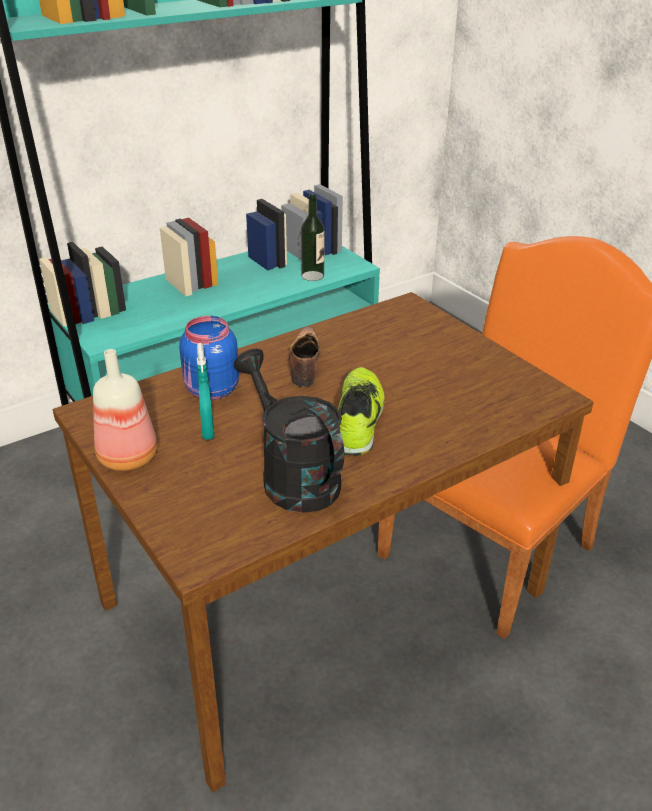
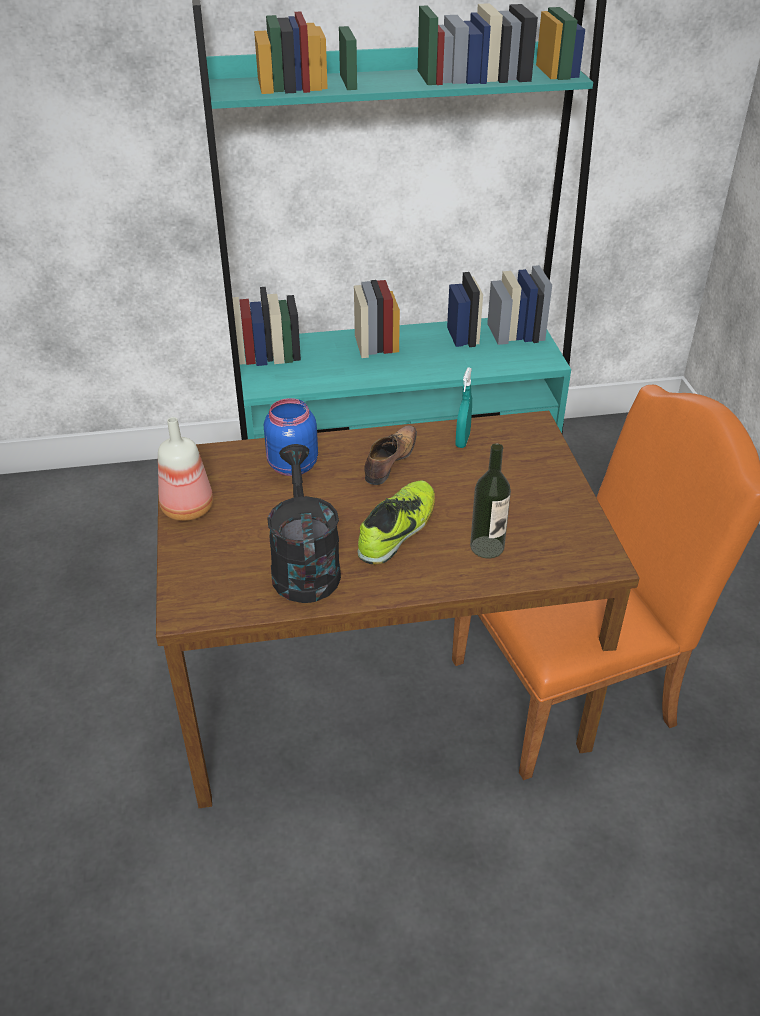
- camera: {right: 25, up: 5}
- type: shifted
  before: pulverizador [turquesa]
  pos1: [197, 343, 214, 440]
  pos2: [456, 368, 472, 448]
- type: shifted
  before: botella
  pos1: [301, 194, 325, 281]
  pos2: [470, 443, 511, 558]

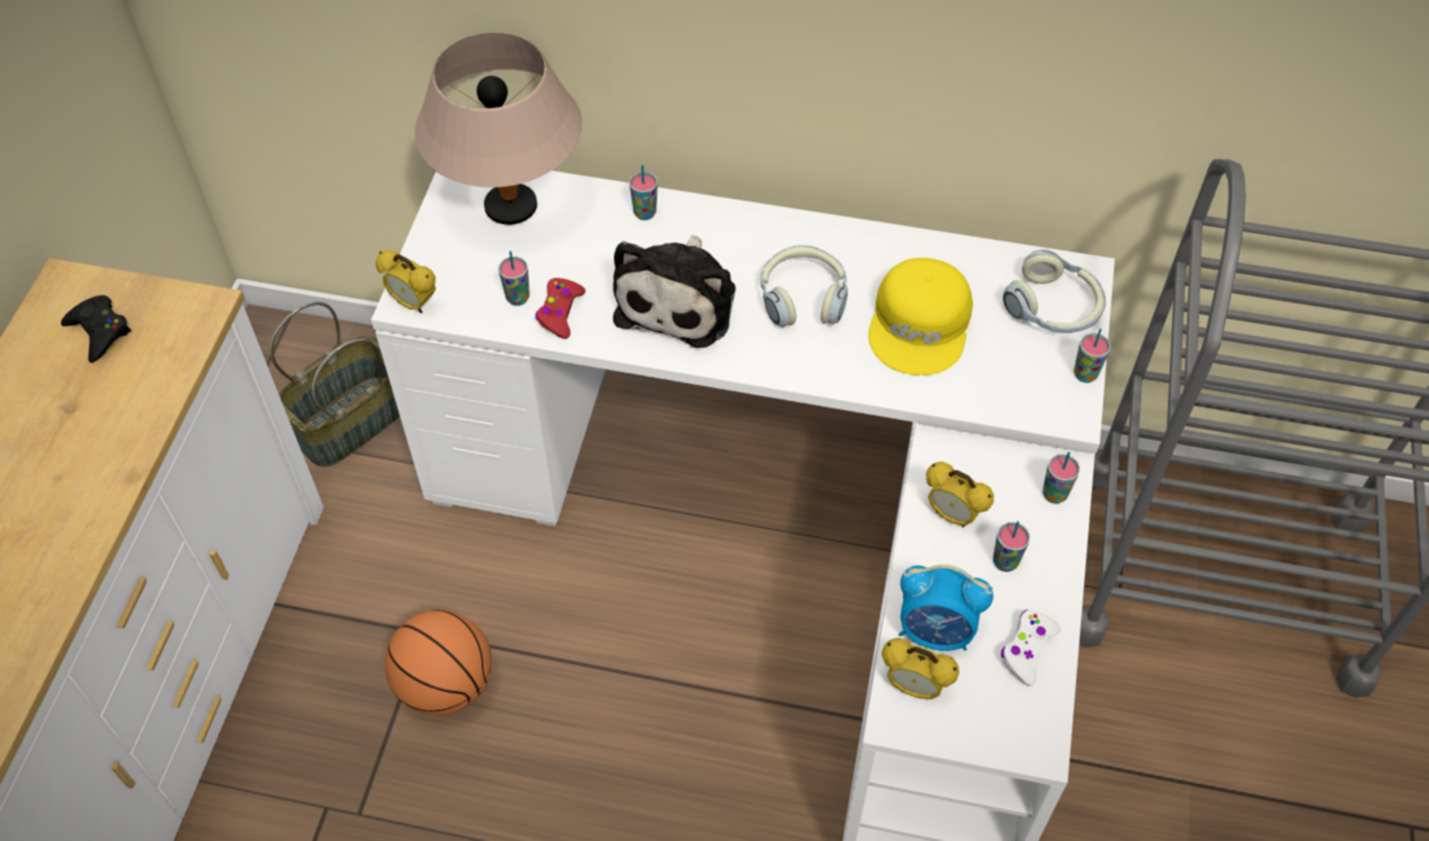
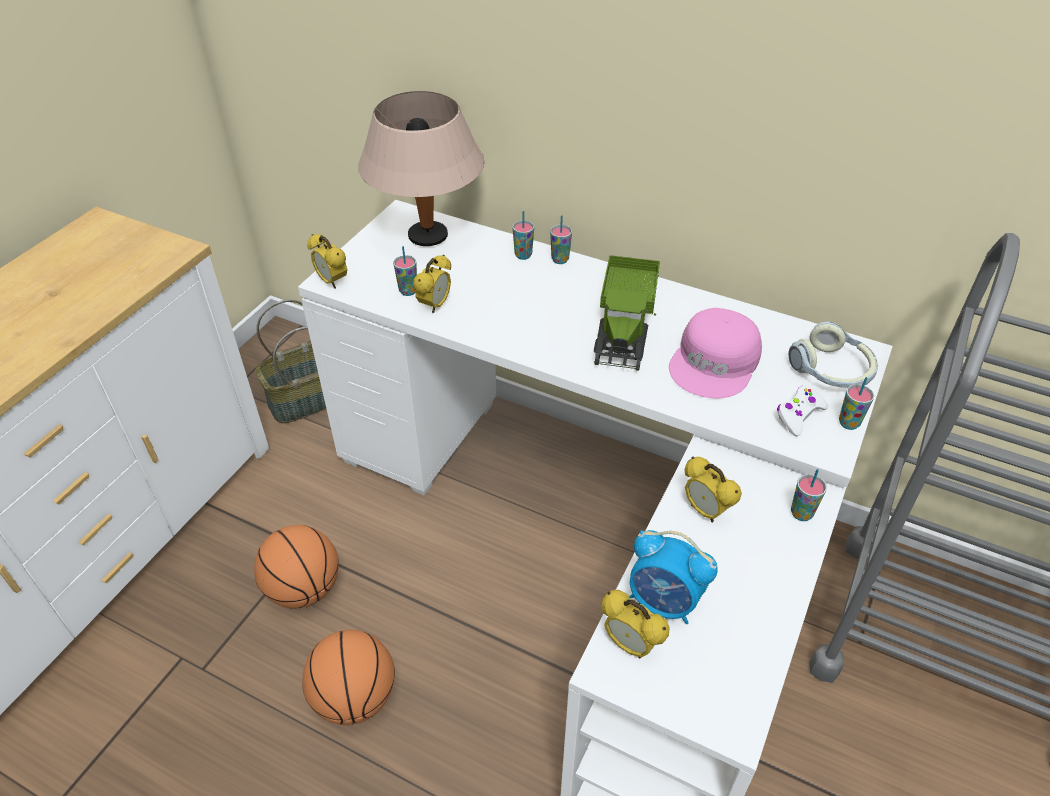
- camera: {right: 15, up: -10}
- type: gone
  before: mando de consola [negro]
  pos1: [61, 295, 131, 363]
- type: gone
  before: peluche
  pos1: [613, 235, 736, 348]
- type: new
  after: balón de baloncesto
  pos2: [302, 630, 395, 725]
- type: shifted
  before: taza
  pos1: [993, 521, 1030, 572]
  pos2: [550, 215, 572, 264]
- type: shifted
  before: mando de consola [blanco]
  pos1: [1001, 610, 1061, 686]
  pos2: [777, 386, 828, 436]
- type: swapped
  before: mando de consola [rojo]
  after: despertador
  pos1: [535, 278, 586, 339]
  pos2: [413, 255, 451, 313]
- type: swapped
  before: auriculares
  after: camión de juguete
  pos1: [761, 245, 848, 327]
  pos2: [594, 255, 660, 370]
- type: repainted
  before: gorra [amarillo]
  after: gorra [rosa]
  pos1: [868, 258, 973, 376]
  pos2: [669, 308, 762, 399]

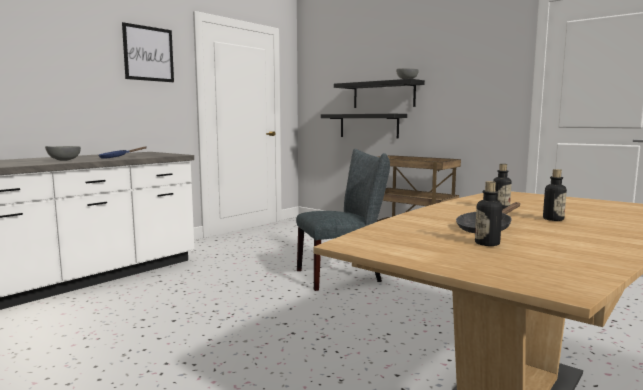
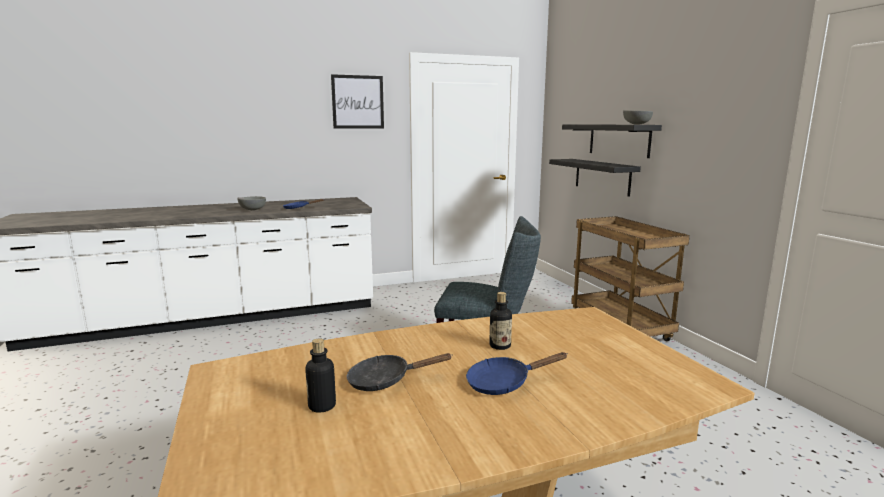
- camera: {right: 30, up: 5}
- type: swapped
  before: botella
  after: sartén [azul]
  pos1: [543, 169, 567, 221]
  pos2: [466, 352, 568, 395]

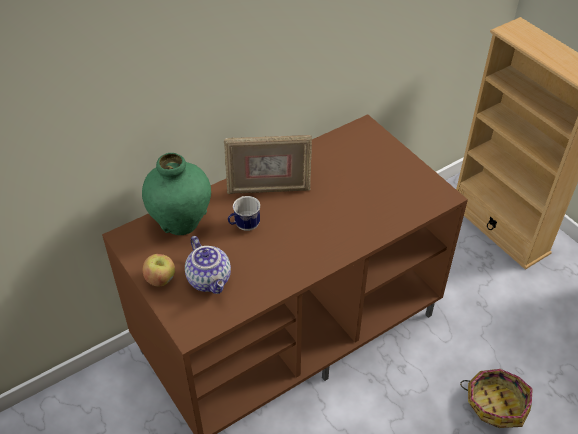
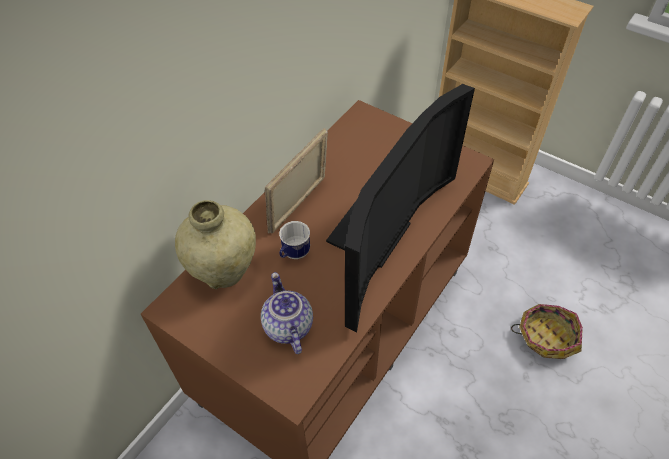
- camera: {right: -20, up: 5}
- type: gone
  before: manzana
  pos1: [143, 254, 175, 287]
- type: new
  after: televisor
  pos2: [326, 84, 475, 333]
- type: repainted
  before: florero [verde]
  after: florero [beis]
  pos1: [142, 153, 211, 235]
  pos2: [175, 200, 256, 289]
- type: rotated
  before: tetera
  pos1: [185, 236, 231, 294]
  pos2: [261, 272, 313, 354]
  turn: -150
- type: rotated
  before: portarretratos
  pos1: [224, 135, 312, 194]
  pos2: [265, 128, 328, 233]
  turn: 150

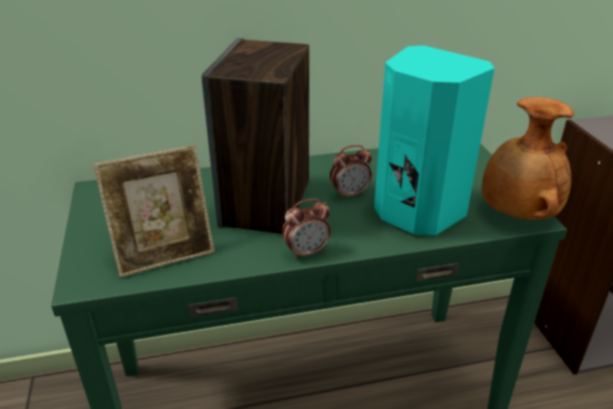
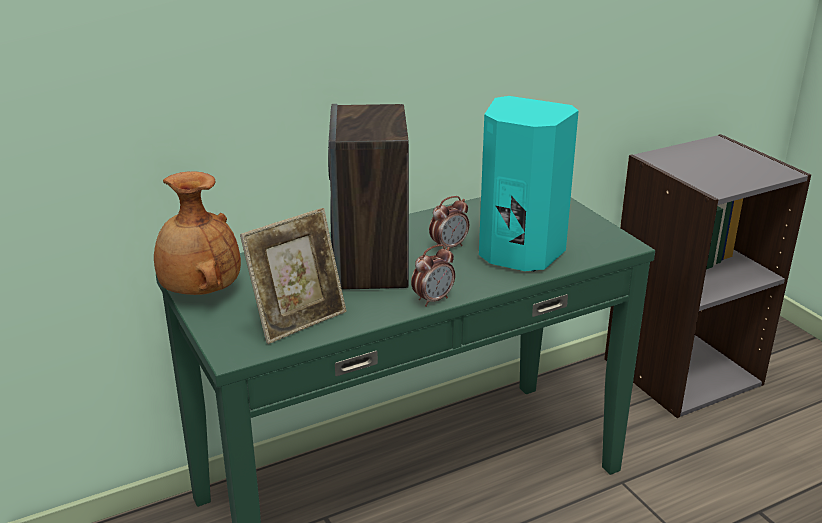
- camera: {right: -15, up: -5}
- type: shifted
  before: florero [marrón]
  pos1: [482, 96, 574, 220]
  pos2: [154, 171, 241, 295]

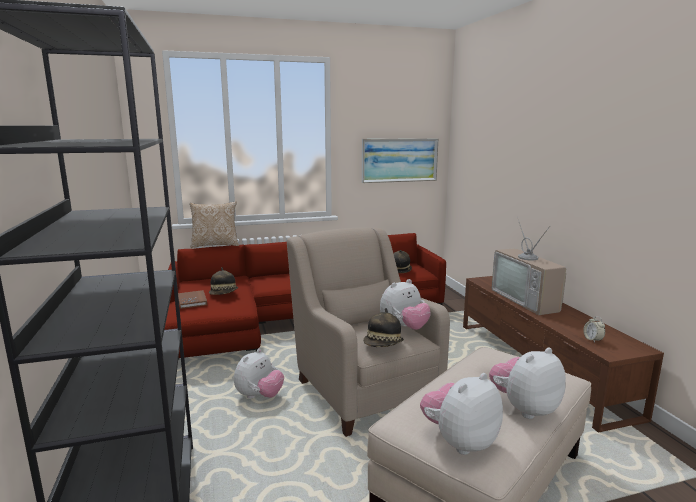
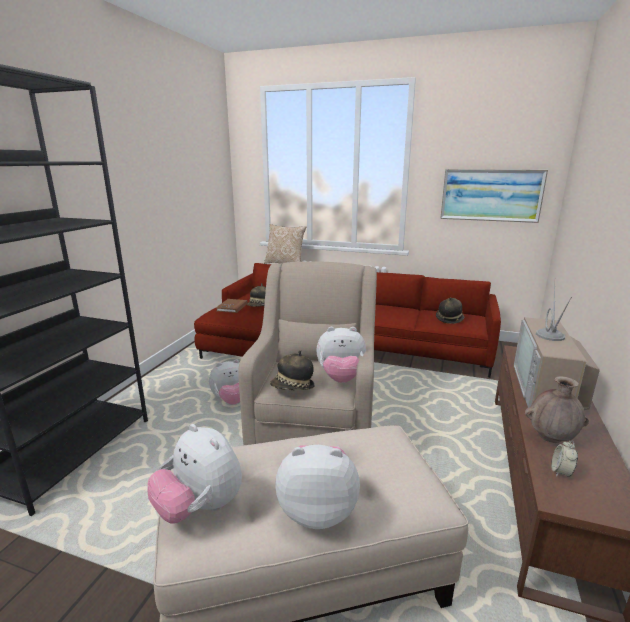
- camera: {right: 35, up: 5}
- type: new
  after: florero [marrón]
  pos2: [525, 376, 589, 443]
- type: rotated
  before: peluche
  pos1: [420, 373, 503, 455]
  pos2: [147, 424, 242, 524]
  turn: -135

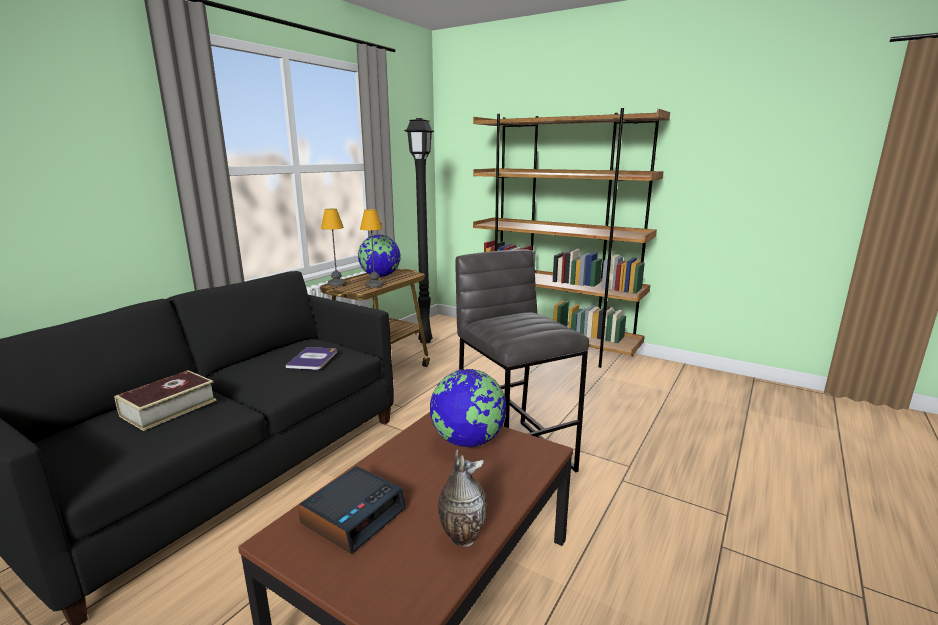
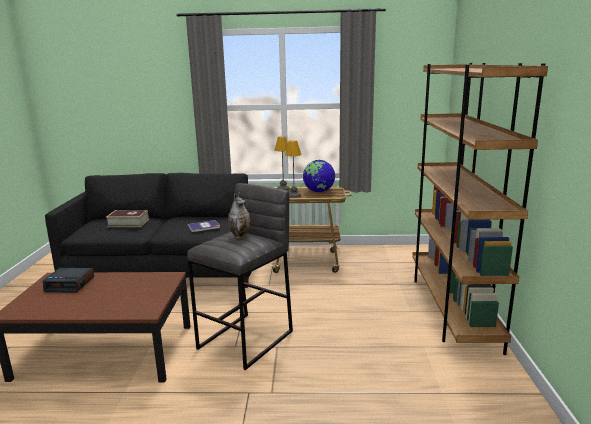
- camera: {right: 60, up: 0}
- type: gone
  before: lámpara de pie [negro]
  pos1: [404, 118, 435, 344]
- type: gone
  before: globo terráqueo
  pos1: [430, 369, 506, 447]
- type: shifted
  before: florero
  pos1: [438, 448, 487, 547]
  pos2: [228, 192, 250, 238]

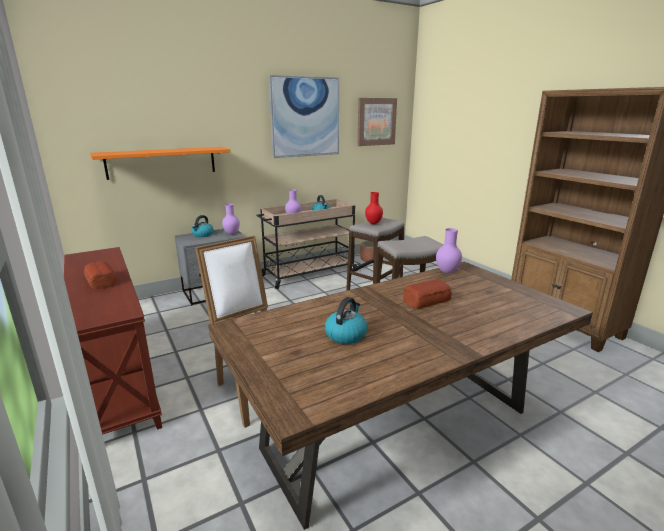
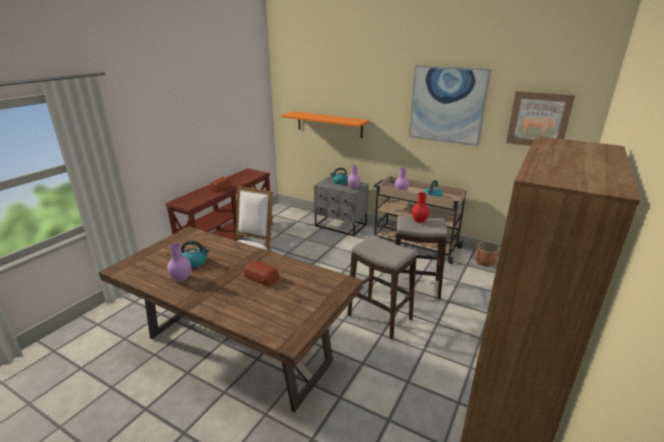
- camera: {right: 60, up: 5}
- type: shifted
  before: florero [morado]
  pos1: [436, 228, 462, 274]
  pos2: [167, 243, 191, 282]

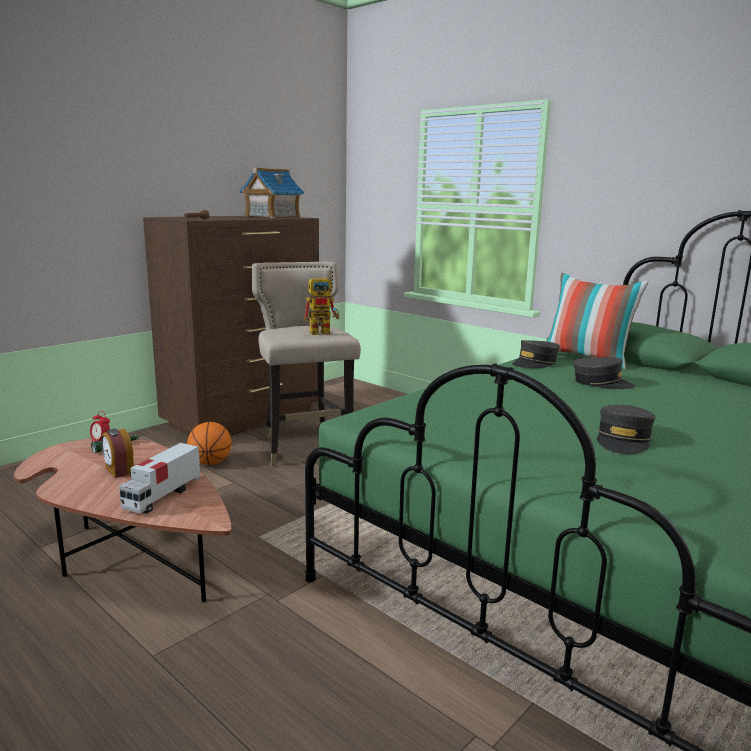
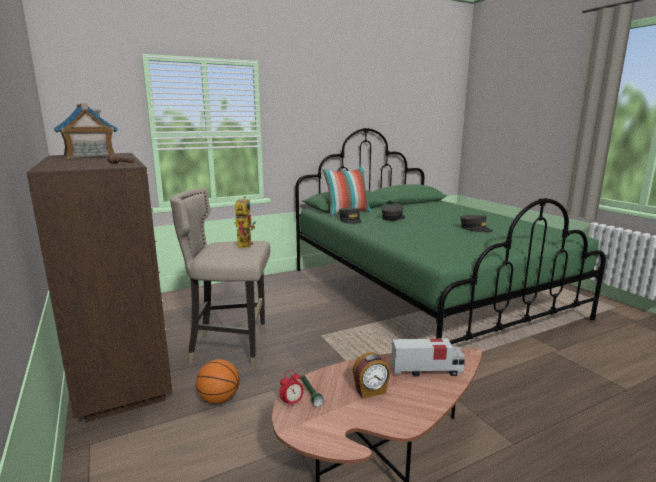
- camera: {right: -70, up: 0}
- type: rotated
  before: camión de juguete
  pos1: [119, 443, 201, 514]
  pos2: [391, 339, 466, 377]
  turn: -45

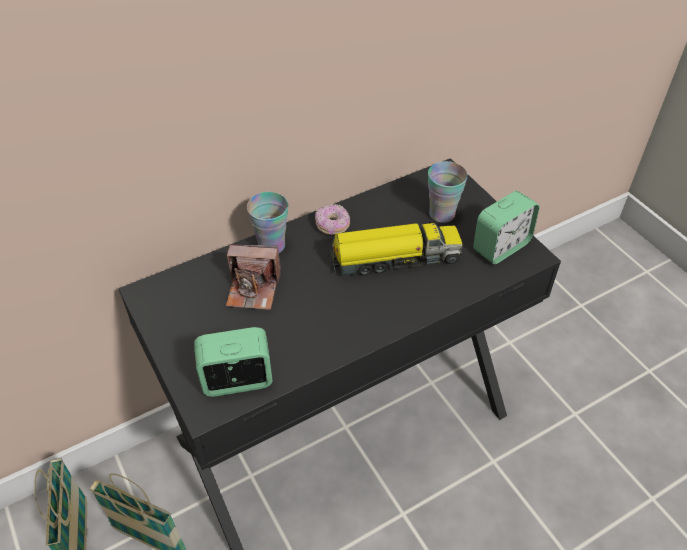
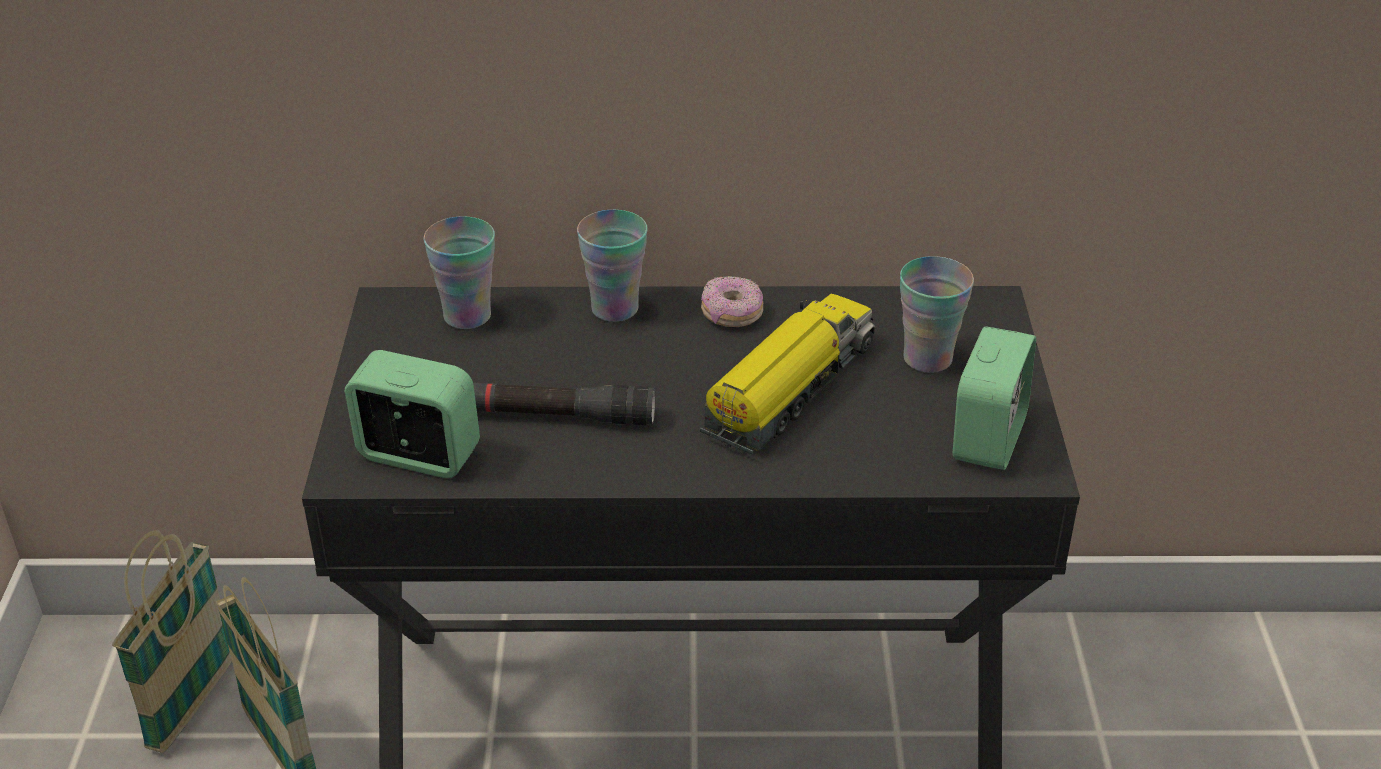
- camera: {right: 30, up: -10}
- type: gone
  before: cámara
  pos1: [226, 245, 281, 310]
- type: new
  after: taza
  pos2: [424, 216, 495, 329]
- type: new
  after: linterna [negro]
  pos2: [473, 383, 655, 425]
- type: rotated
  before: camión de juguete
  pos1: [330, 220, 462, 276]
  pos2: [700, 294, 876, 455]
  turn: -75
- type: rotated
  before: despertador
  pos1: [473, 191, 540, 264]
  pos2: [953, 326, 1036, 470]
  turn: -60

